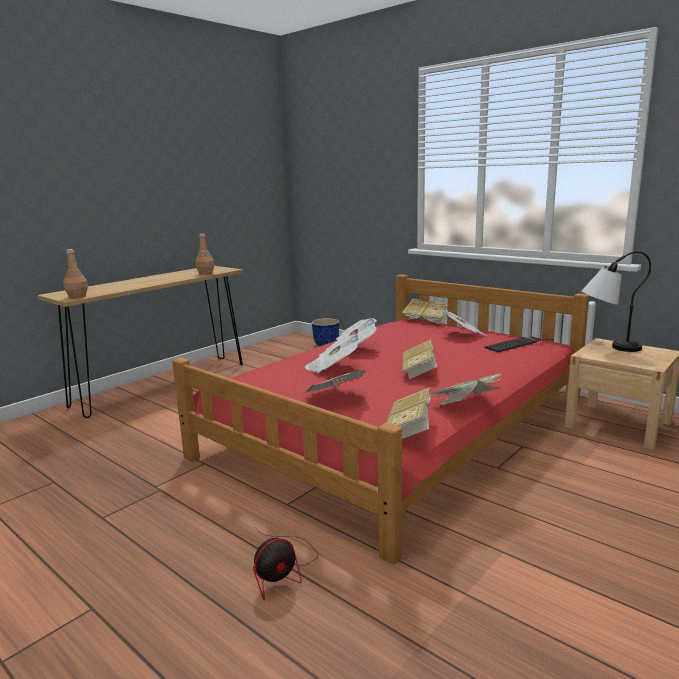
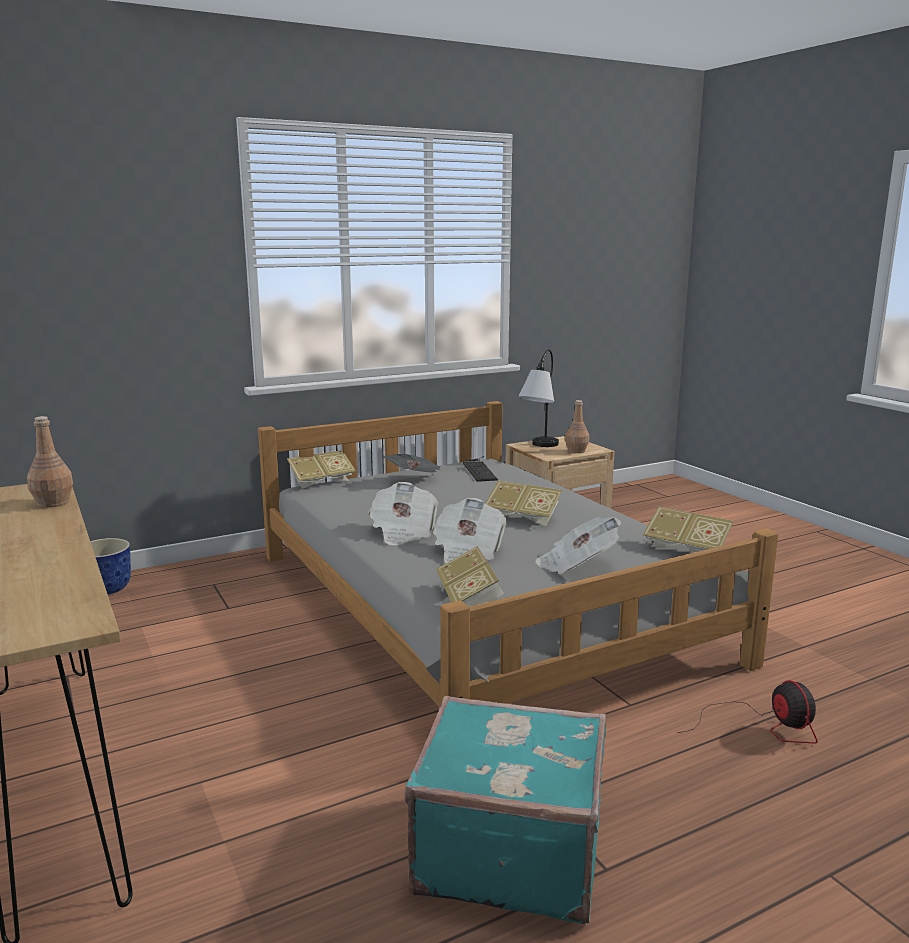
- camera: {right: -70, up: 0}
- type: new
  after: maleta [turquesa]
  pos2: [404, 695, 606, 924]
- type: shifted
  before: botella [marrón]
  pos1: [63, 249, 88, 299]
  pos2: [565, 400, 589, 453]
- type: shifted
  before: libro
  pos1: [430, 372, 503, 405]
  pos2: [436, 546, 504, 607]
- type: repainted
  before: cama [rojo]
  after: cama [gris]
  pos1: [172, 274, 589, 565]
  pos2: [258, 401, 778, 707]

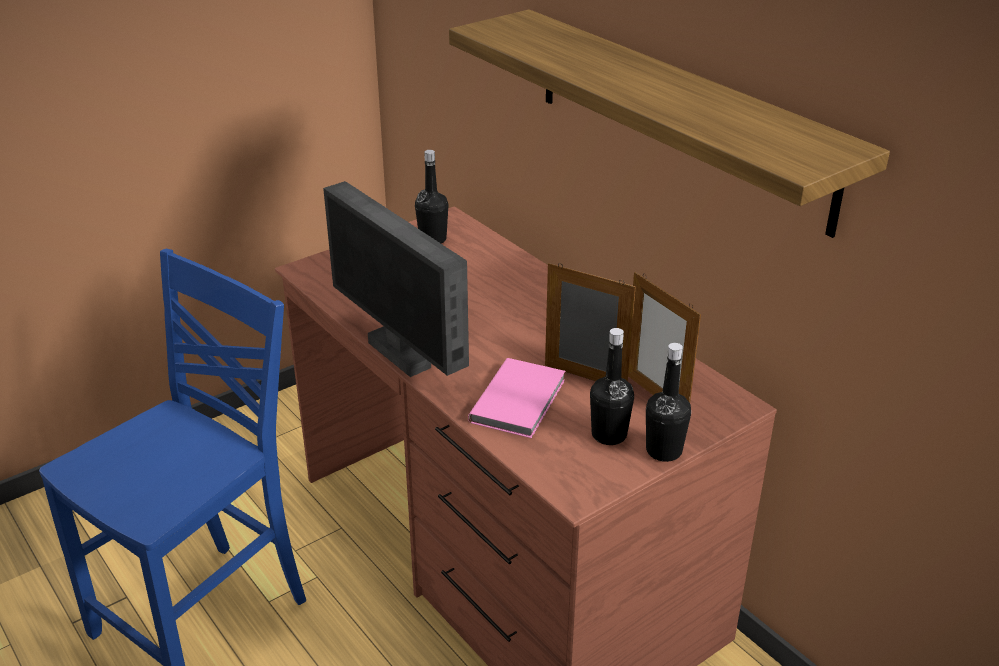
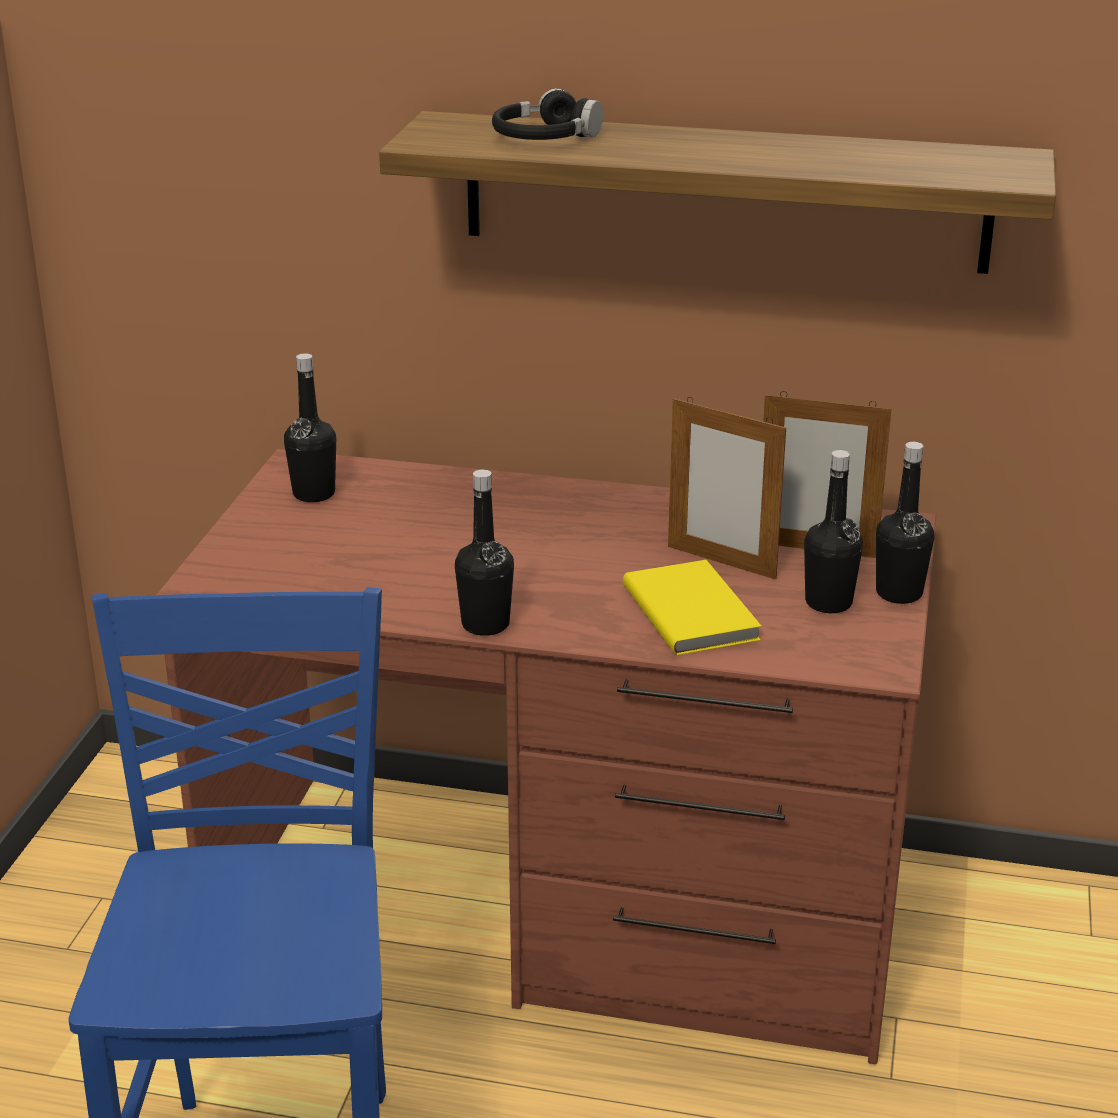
- camera: {right: -40, up: -5}
- type: new
  after: auriculares [negro]
  pos2: [492, 88, 603, 140]
- type: swapped
  before: monitor
  after: botella [negro]
  pos1: [323, 181, 469, 377]
  pos2: [455, 469, 514, 636]
- type: repainted
  before: libro [rosa]
  after: libro [amarillo]
  pos1: [468, 358, 565, 438]
  pos2: [623, 560, 761, 655]
- type: rotated
  before: portarretratos
  pos1: [545, 263, 636, 381]
  pos2: [668, 397, 786, 580]
  turn: -135

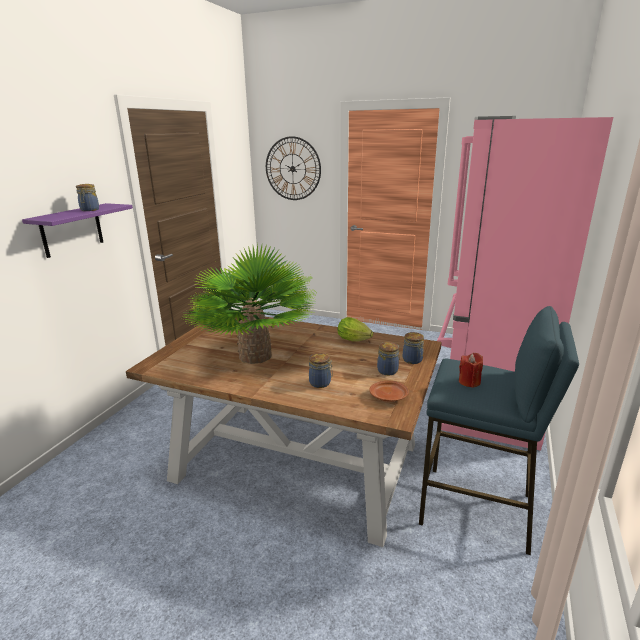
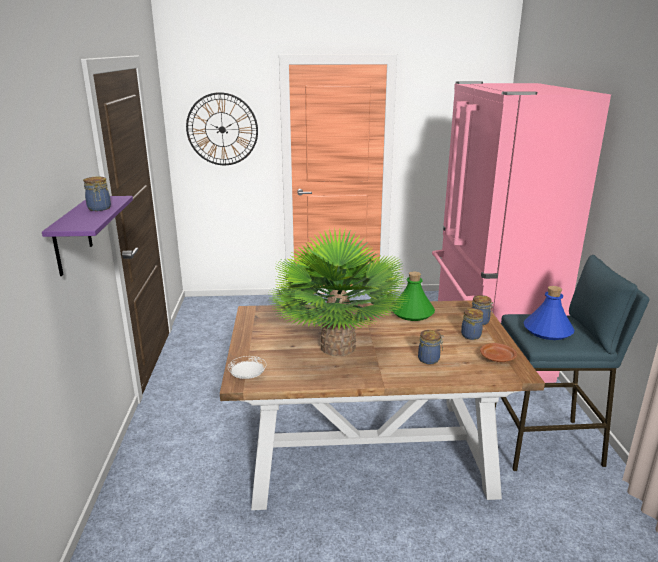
- camera: {right: -25, up: 0}
- type: new
  after: plato [blanco]
  pos2: [228, 356, 266, 379]
- type: swapped
  before: lechuga
  after: botella [verde]
  pos1: [338, 317, 373, 341]
  pos2: [391, 272, 435, 321]
- type: swapped
  before: vela [rojo]
  after: botella [azul]
  pos1: [459, 353, 483, 388]
  pos2: [524, 286, 574, 340]

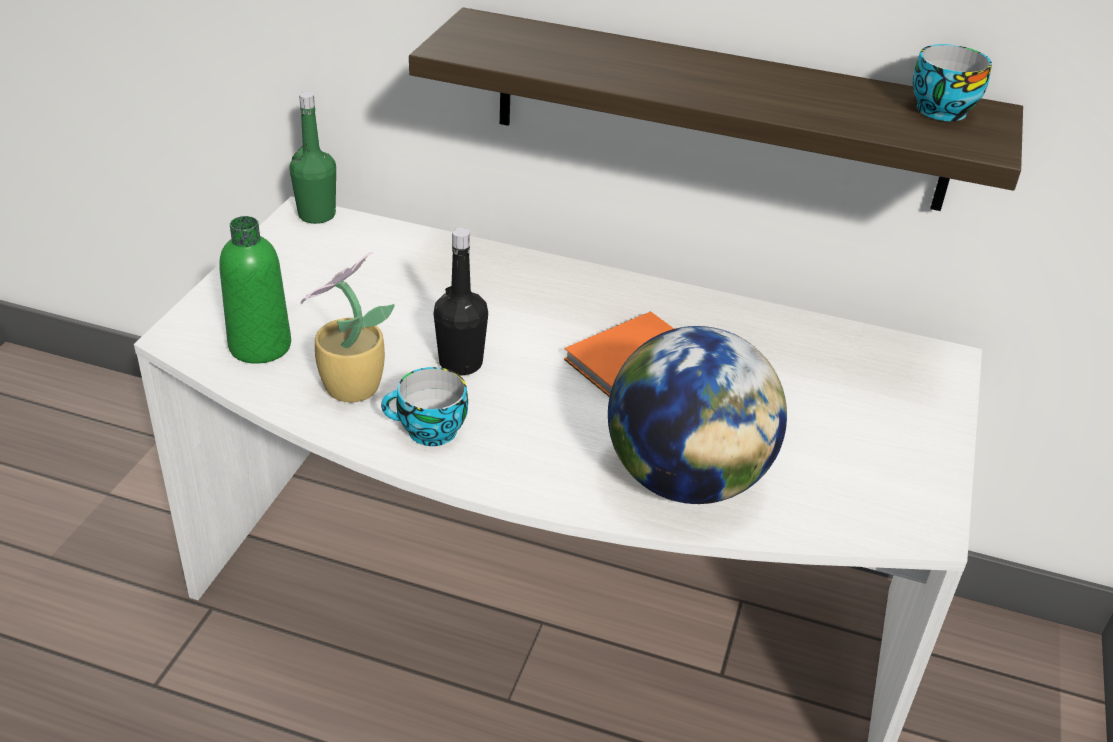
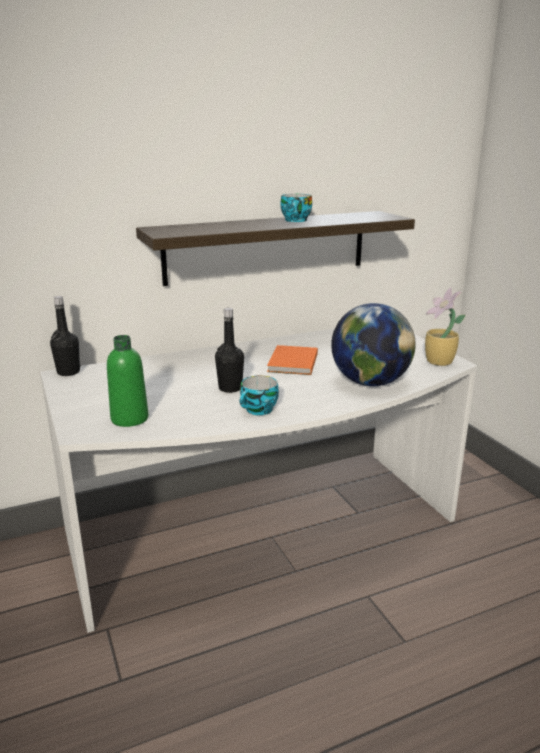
- camera: {right: -40, up: -15}
- type: shifted
  before: planta en maceta
  pos1: [301, 252, 395, 403]
  pos2: [425, 287, 465, 366]
- type: shifted
  before: taza
  pos1: [912, 44, 992, 121]
  pos2: [280, 194, 312, 222]
- type: repainted
  before: botella [verde]
  after: botella [negro]
  pos1: [289, 92, 336, 224]
  pos2: [50, 296, 80, 376]

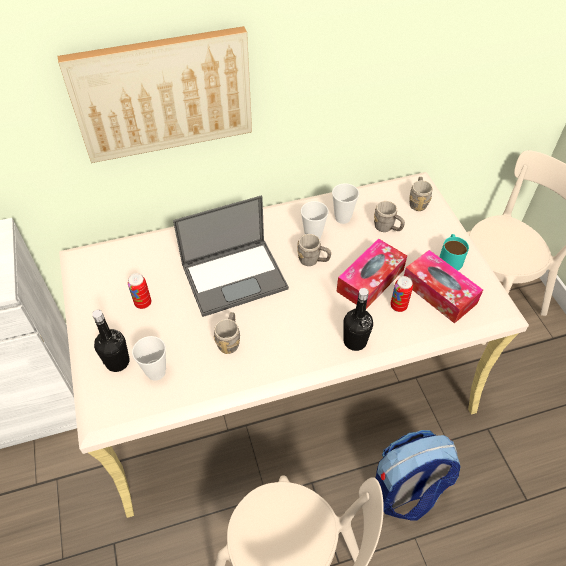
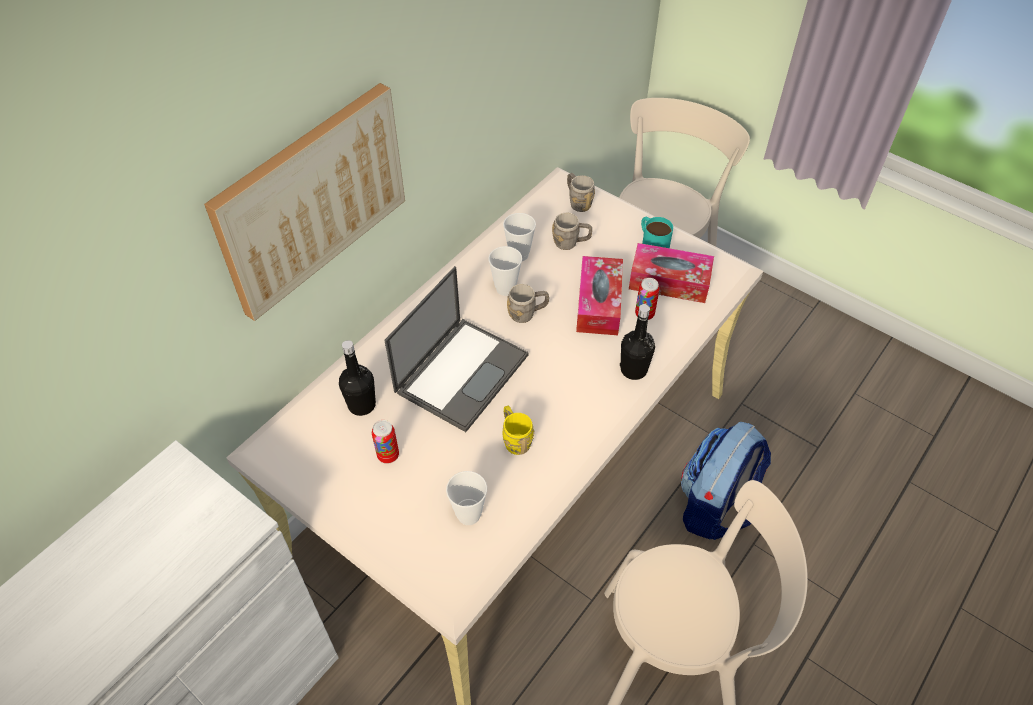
- camera: {right: -35, up: 0}
- type: shifted
  before: botella [negro]
  pos1: [92, 310, 130, 372]
  pos2: [339, 340, 376, 416]
- type: repainted
  before: taza grande [gris]
  after: taza grande [amarillo]
  pos1: [214, 312, 240, 354]
  pos2: [502, 406, 535, 455]

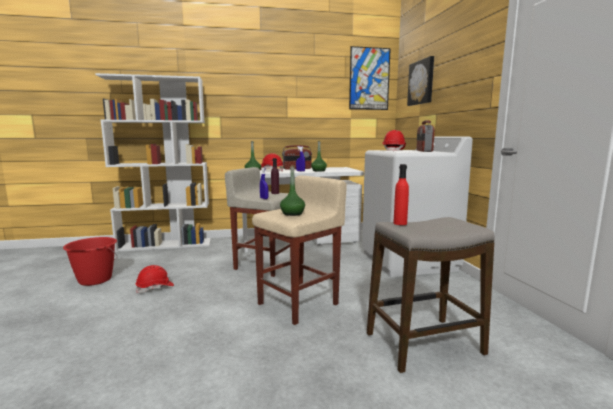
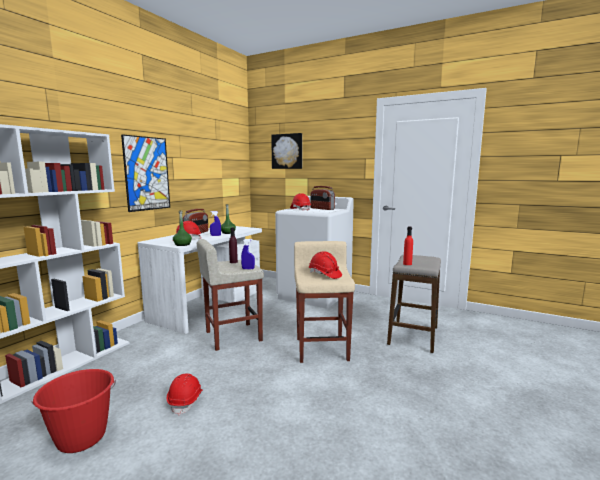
- camera: {right: -50, up: 0}
- type: shifted
  before: cuadro
  pos1: [349, 46, 391, 110]
  pos2: [121, 134, 170, 212]
- type: swapped
  before: botella [verde]
  after: casco [rojo]
  pos1: [280, 166, 305, 216]
  pos2: [309, 251, 342, 279]

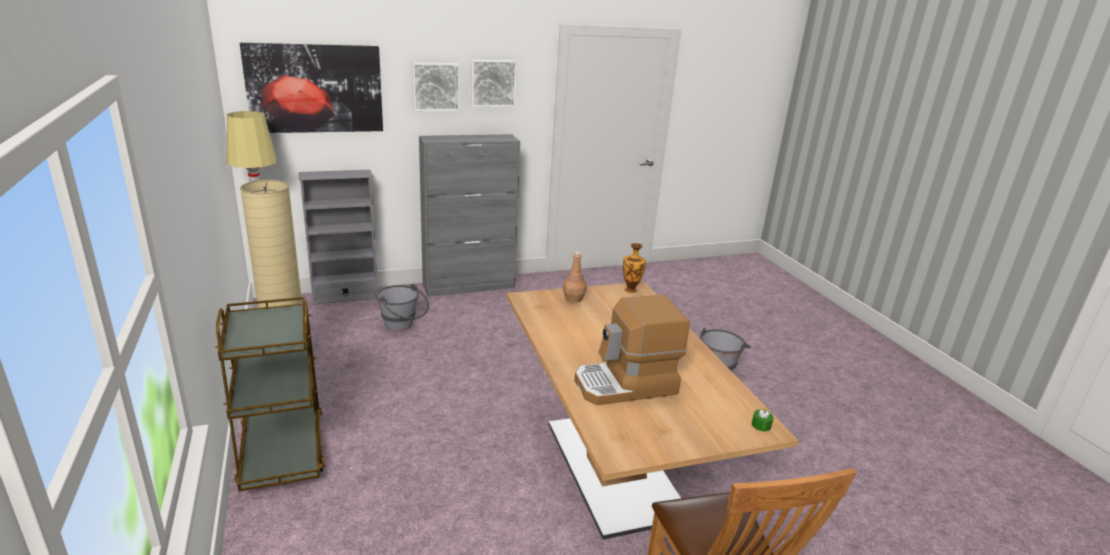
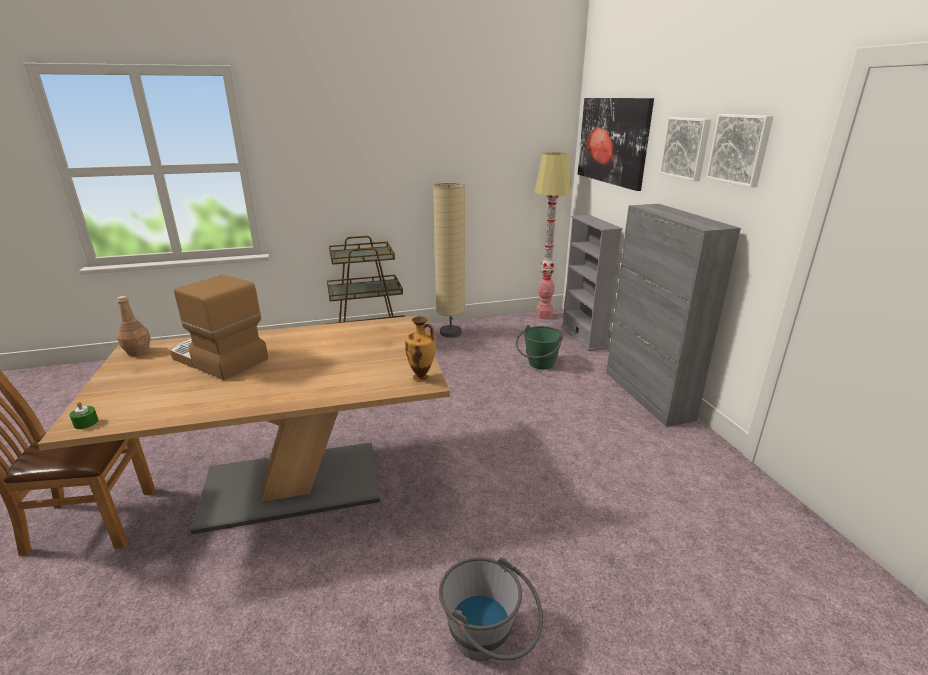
- camera: {right: 95, up: 0}
- type: shifted
  before: botella [marrón]
  pos1: [563, 252, 587, 303]
  pos2: [117, 296, 151, 356]
- type: repainted
  before: cubo [gris]
  after: cubo [verde]
  pos1: [376, 284, 429, 331]
  pos2: [516, 325, 564, 369]
- type: rotated
  before: cafetera
  pos1: [574, 295, 690, 405]
  pos2: [170, 275, 268, 380]
  turn: -45

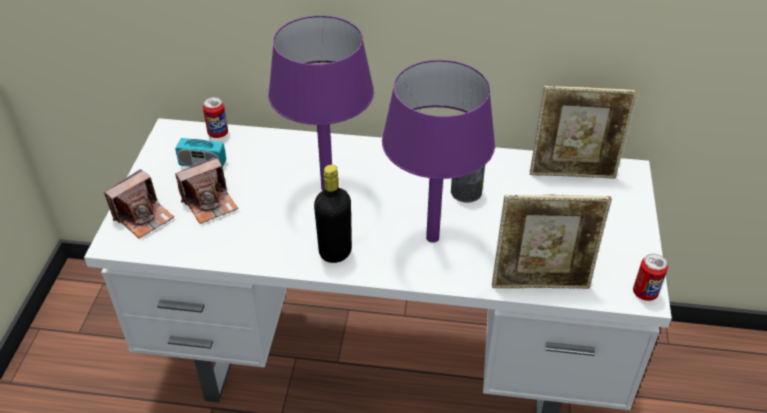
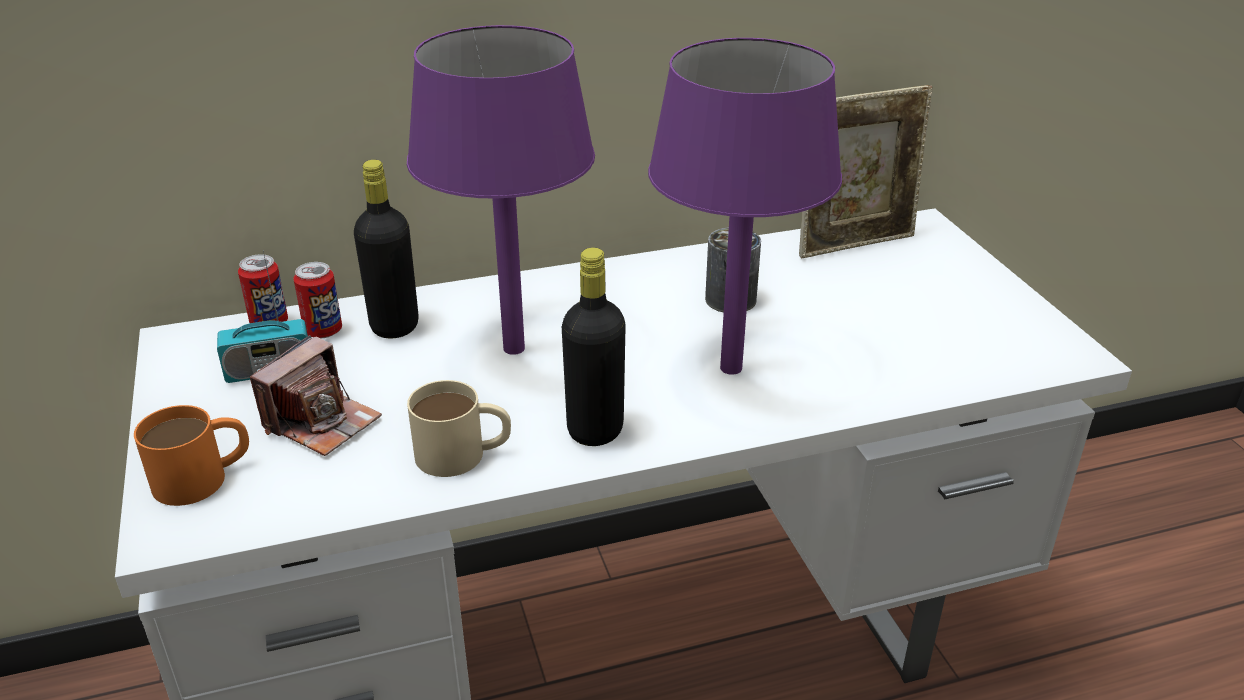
- camera: {right: -25, up: -10}
- type: gone
  before: portarretratos
  pos1: [492, 194, 612, 289]
- type: new
  after: botella [negro]
  pos2: [354, 160, 419, 339]
- type: new
  after: taza grande [beis]
  pos2: [407, 380, 511, 477]
- type: shifted
  before: lata
  pos1: [633, 254, 668, 301]
  pos2: [293, 262, 342, 338]
- type: swapped
  before: cámara
  after: taza grande [naranja]
  pos1: [104, 169, 174, 239]
  pos2: [134, 405, 249, 506]

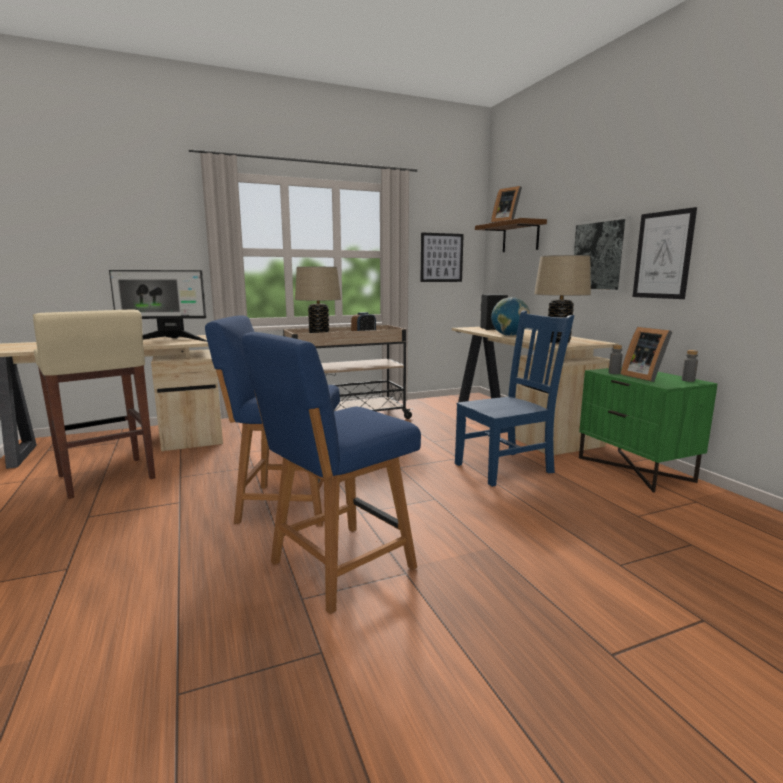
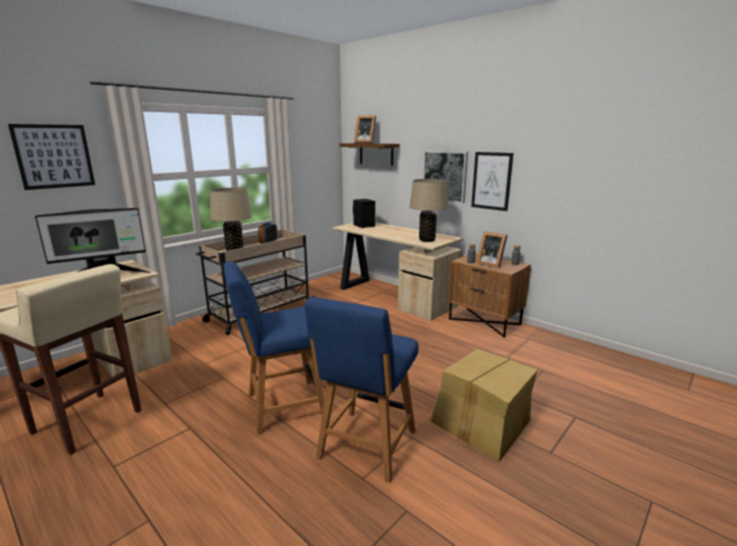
- camera: {right: -25, up: 5}
- type: gone
  before: silla [azul]
  pos1: [455, 311, 574, 487]
- type: gone
  before: globo terráqueo
  pos1: [491, 297, 530, 336]
- type: new
  after: caja de cartón
  pos2: [431, 349, 538, 462]
- type: shifted
  before: cuadro
  pos1: [420, 233, 464, 282]
  pos2: [8, 124, 95, 190]
- type: repainted
  before: mesita de noche [verde]
  after: mesita de noche [marrón]
  pos1: [579, 367, 717, 492]
  pos2: [449, 254, 531, 338]

